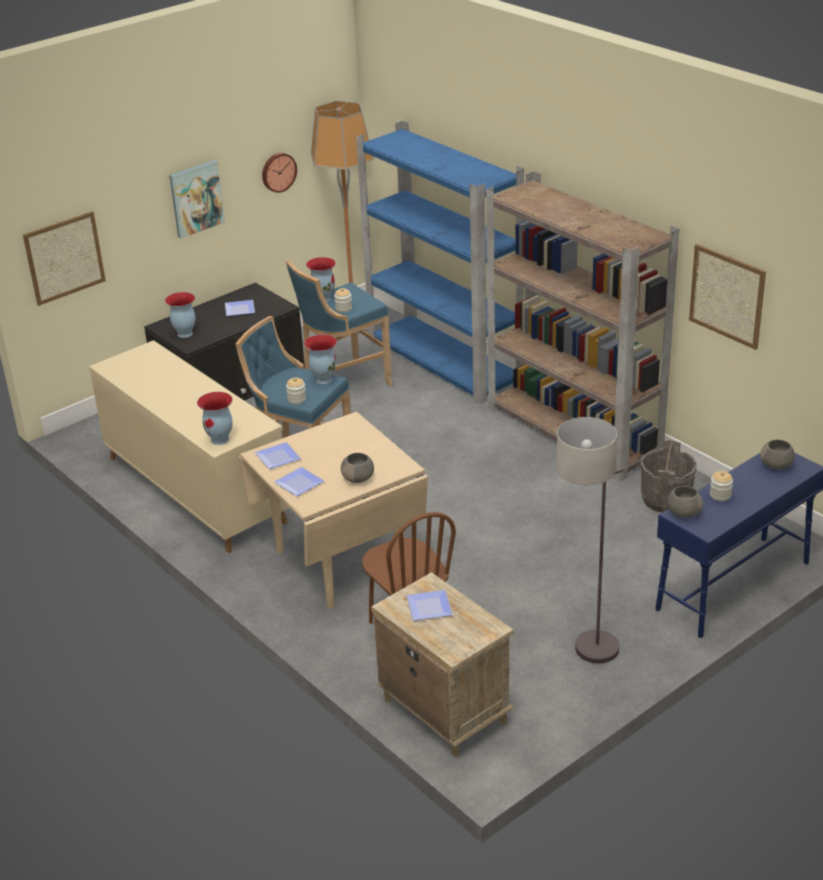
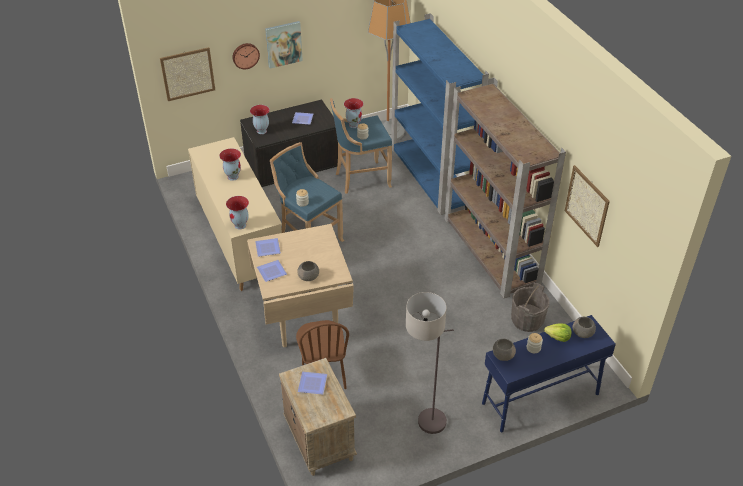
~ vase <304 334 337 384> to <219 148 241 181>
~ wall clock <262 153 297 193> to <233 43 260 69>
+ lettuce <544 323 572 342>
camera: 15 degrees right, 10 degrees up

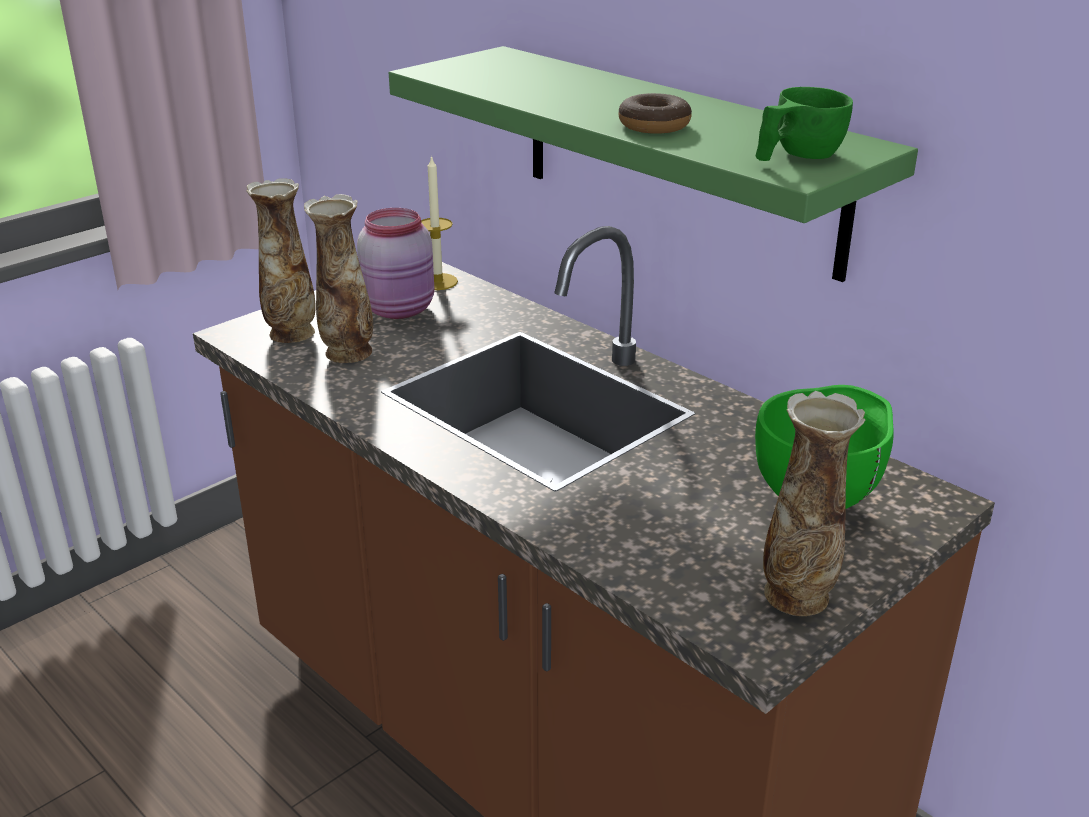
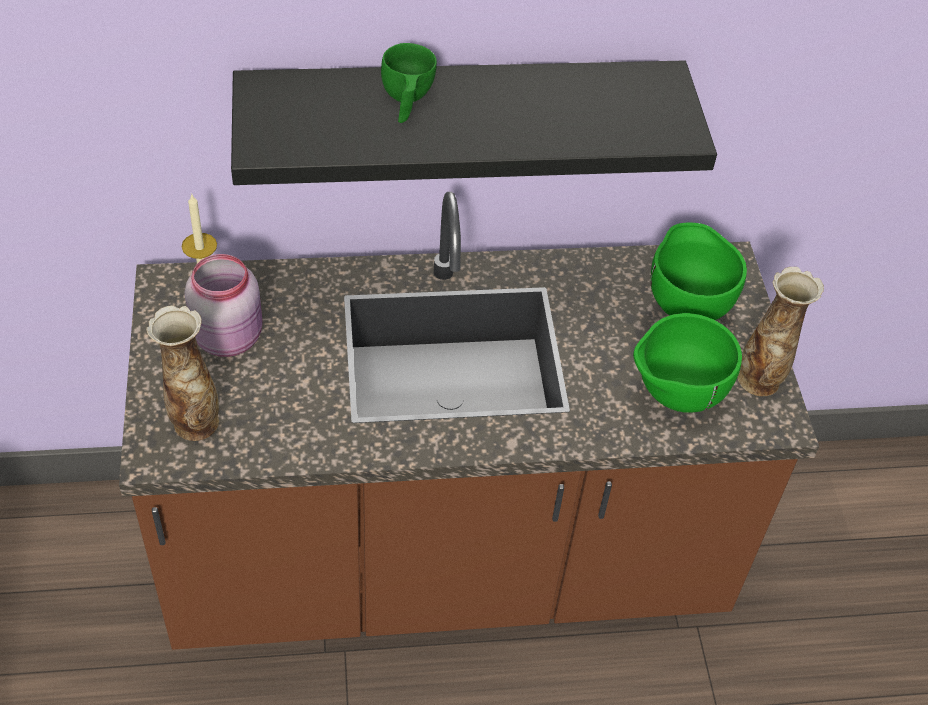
~ green shelf <389 46 918 282> to black shelf <231 60 717 185>
~ green cup <755 87 853 161> to <381 43 437 123>
+ green bowl <633 313 742 413>
- vase <304 194 373 363>
- donut <619 93 692 134>
camera: 55 degrees left, 20 degrees up

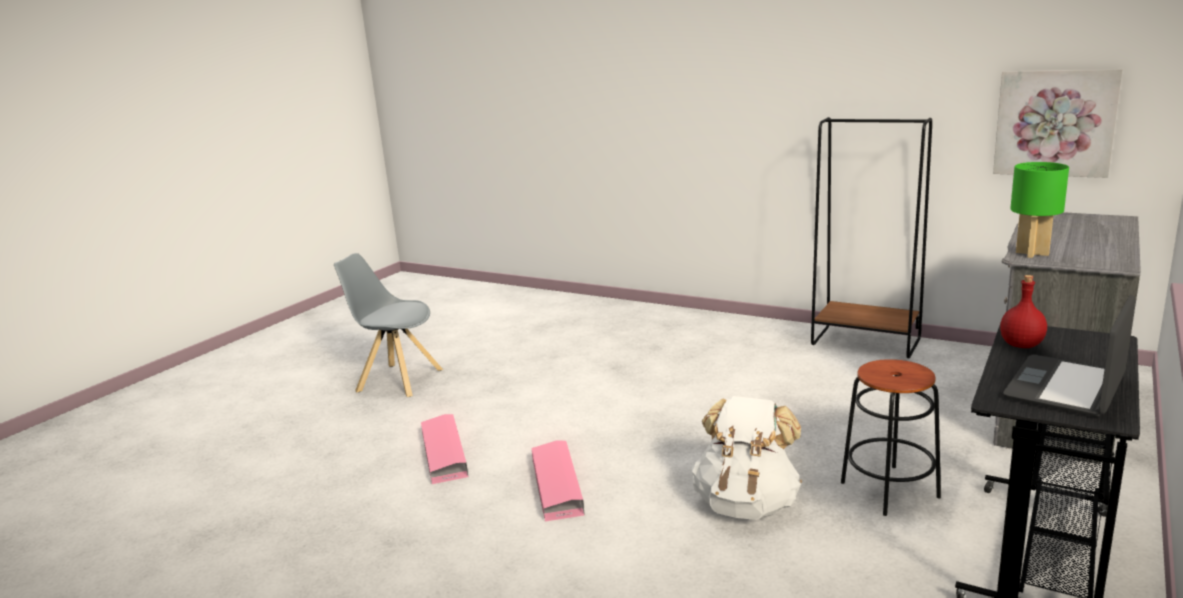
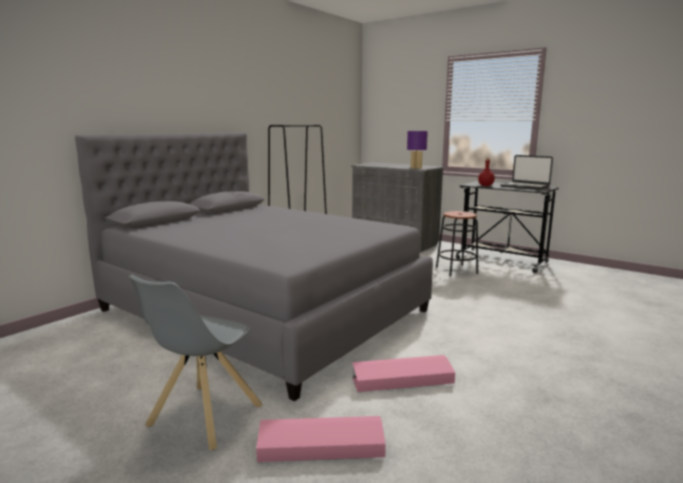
+ grey bed <75 132 433 401>
~ pink storage box <531 441 585 521> to <256 416 386 463>
~ green table lamp <1010 162 1069 258> to purple table lamp <407 131 428 169>
- white backpack <692 396 802 520>
- picture <993 69 1123 178>
camera: 85 degrees left, 5 degrees down

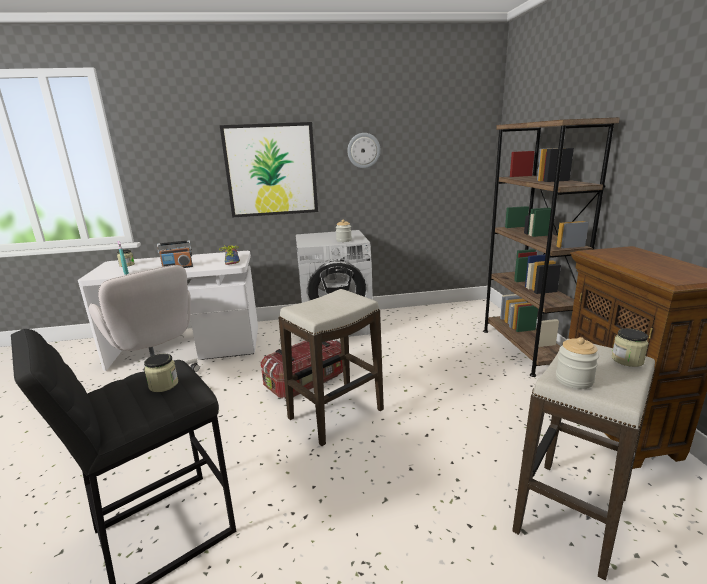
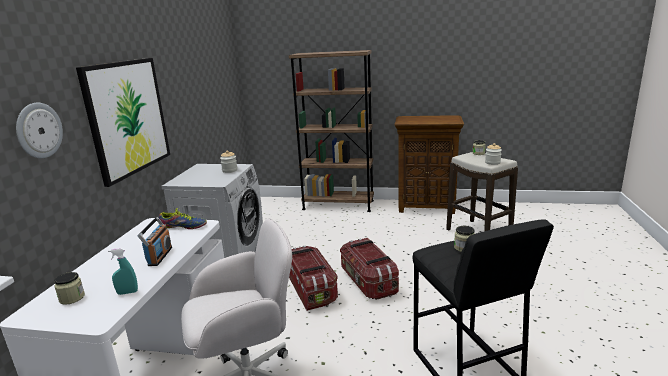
~ wall clock <347 133 381 168> to <16 103 63 158>
~ stool <278 289 384 446> to storage box <340 238 399 300>
camera: 70 degrees left, 0 degrees up

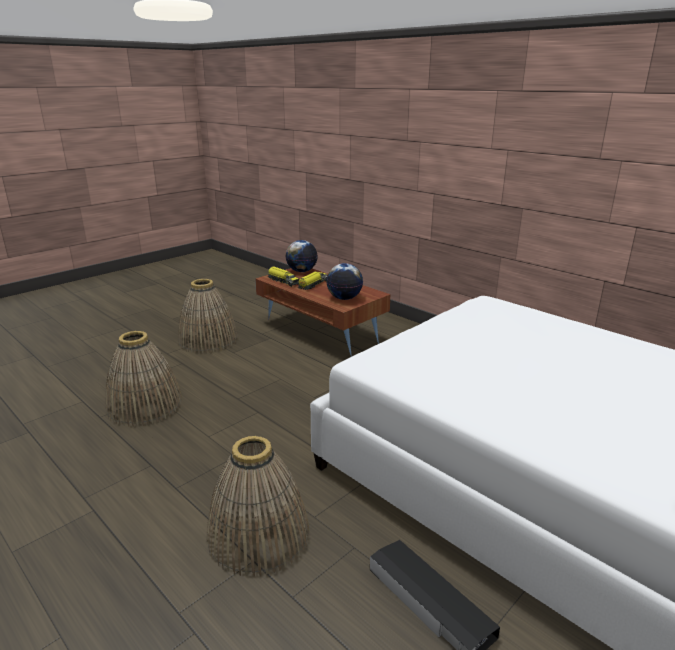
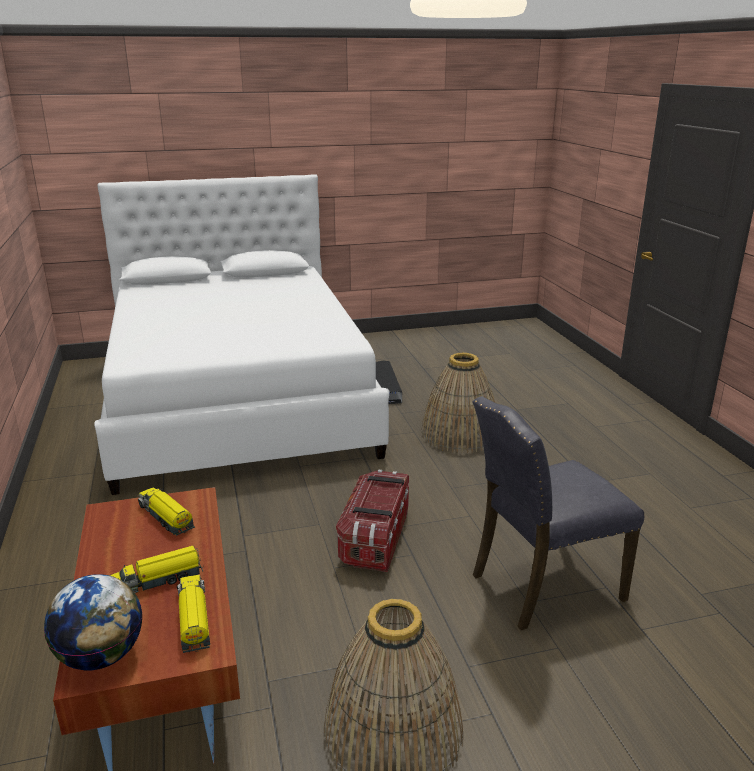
~ globe <327 263 363 300> to toy truck <138 487 195 536>
+ storage box <336 470 409 572>
~ basket <105 331 182 427> to grey chair <472 396 644 630>
camera: 150 degrees left, 0 degrees up

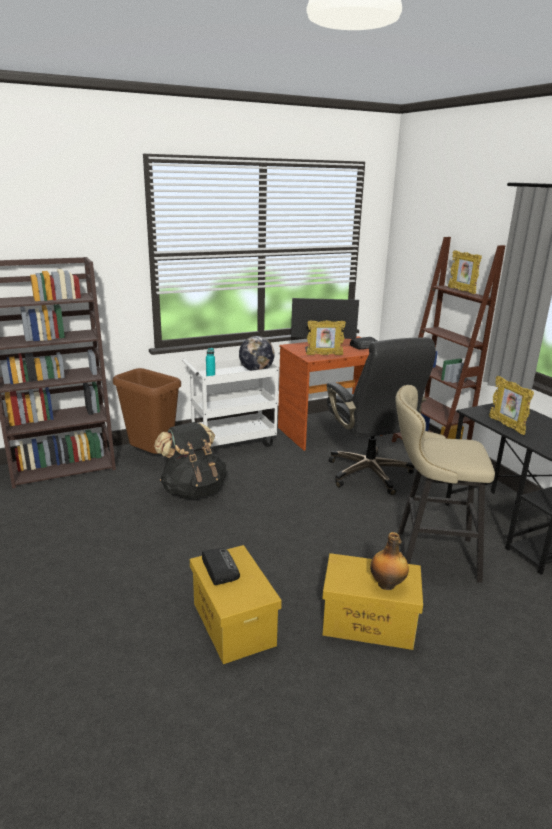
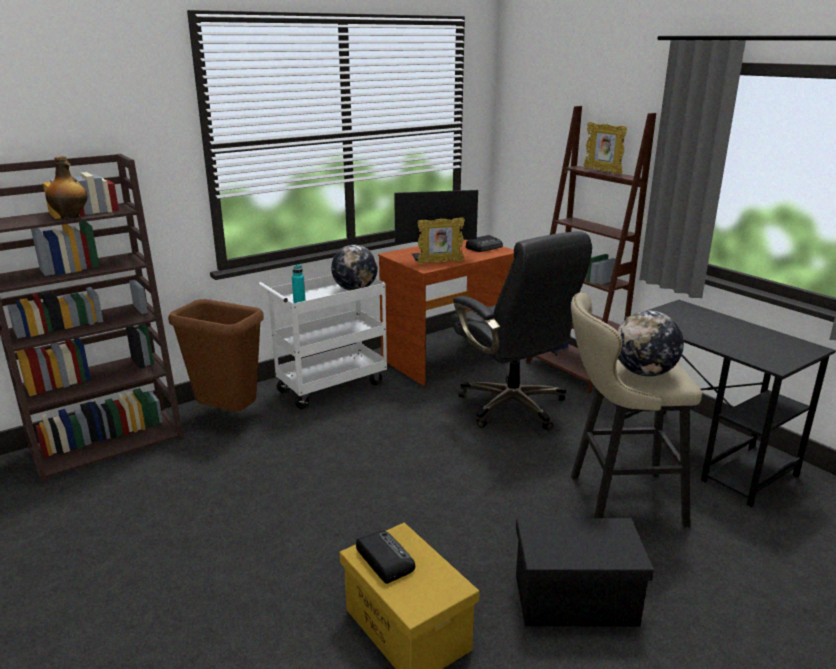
~ bottle <370 532 409 590> to <46 156 87 219>
~ yellow storage box <323 553 423 650> to black storage box <516 518 654 627>
+ globe <617 311 684 377>
- black backpack <154 422 227 499>
- picture frame <489 376 534 435>
camera: 10 degrees left, 0 degrees up

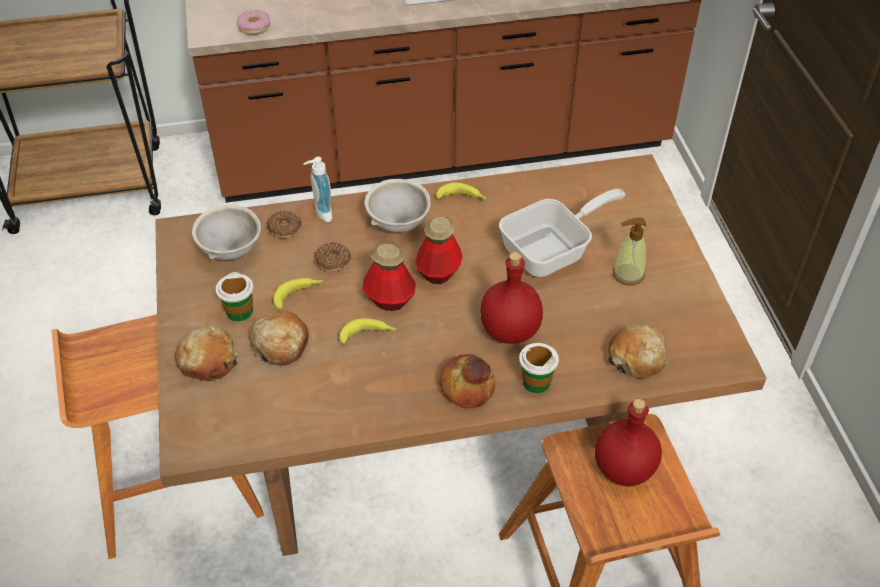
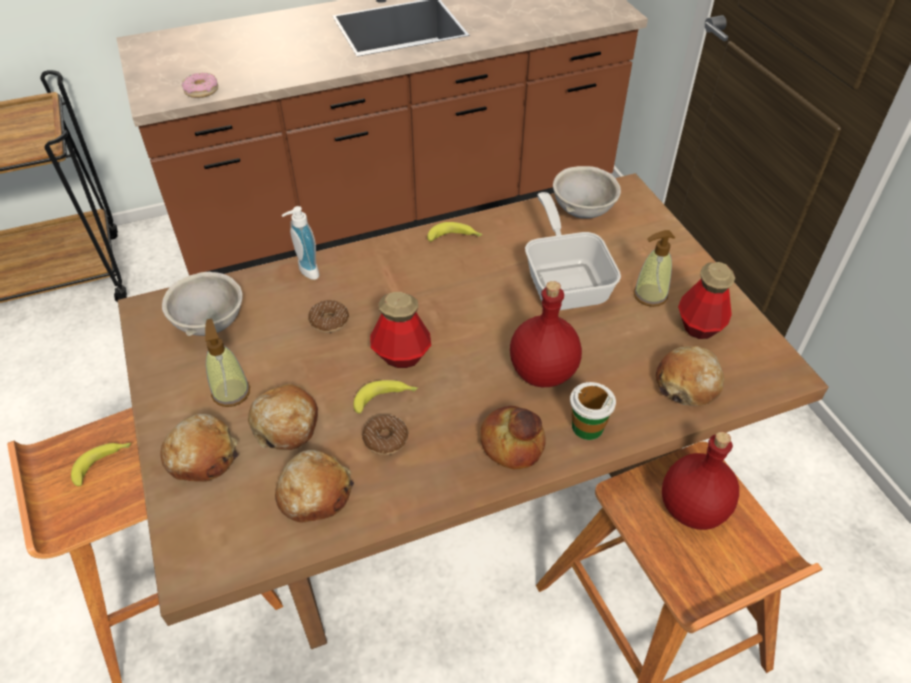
~ banana <273 278 324 310> to <71 443 131 486>
~ cup <216 272 253 321> to soap dispenser <205 318 250 407>
+ bread <275 450 354 523>
~ donut <267 211 302 238> to <362 415 408 455>
~ frying pan <499 189 626 277> = <525 192 621 311> 60 degrees counterclockwise
~ grey bowl <365 179 431 233> to <553 166 621 219>
~ bottle <415 217 462 284> to <678 262 735 339>
camera: 10 degrees left, 0 degrees up

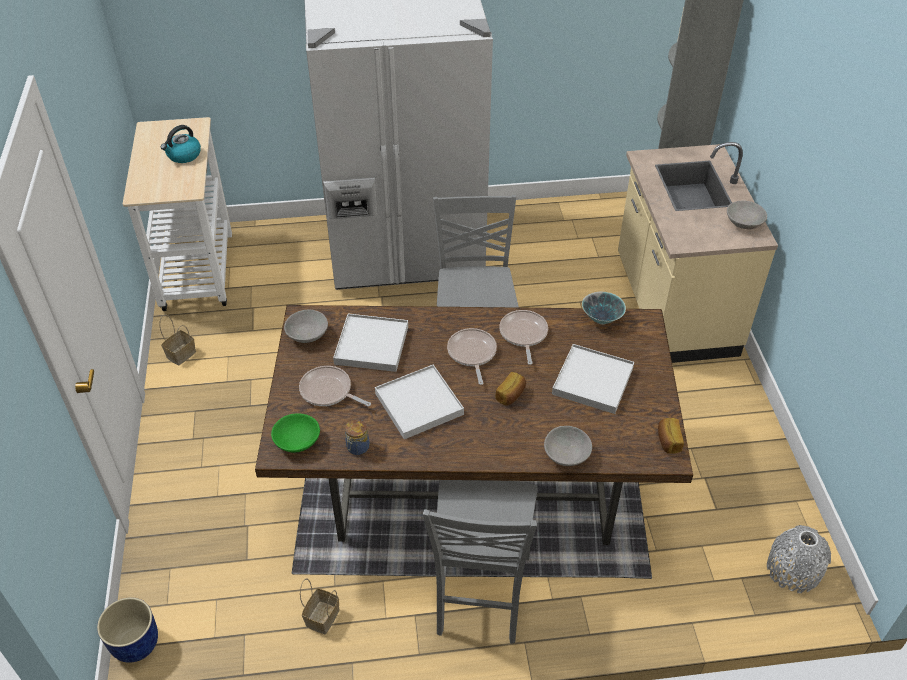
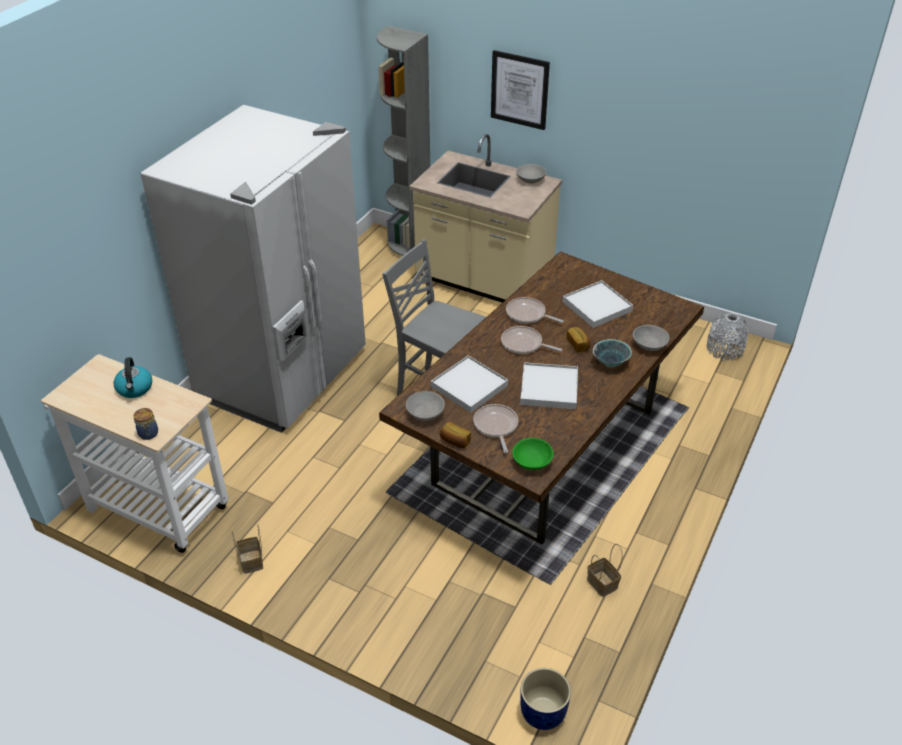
~ jar <345 419 370 455> to <133 408 158 440>
~ bread <658 418 684 453> to <440 422 471 448>
~ frying pan <299 366 371 407> = <473 404 518 453> 105 degrees clockwise
+ picture <491 50 550 130>
~ bowl <582 291 626 325> to <593 339 632 368>
- grey chair <423 480 538 644>
camera: 55 degrees left, 5 degrees down

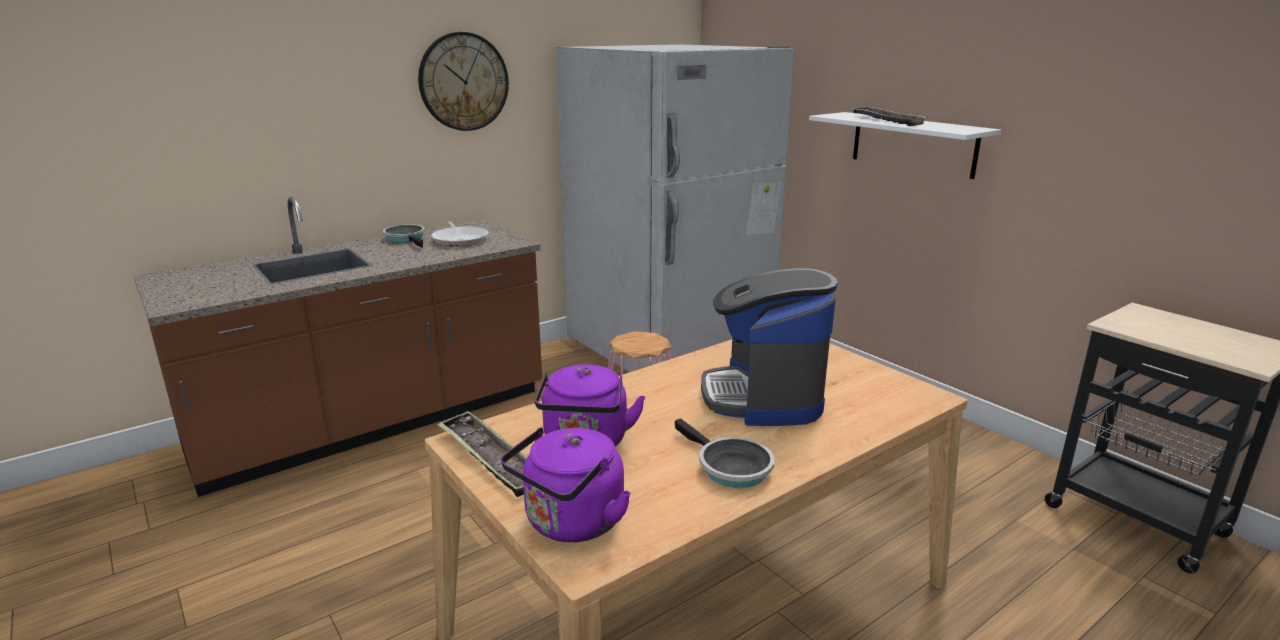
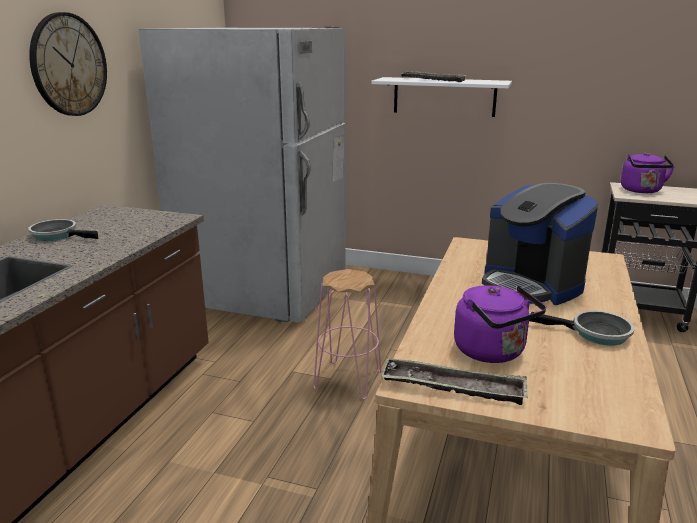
~ purple kettle <501 427 631 542> to <621 152 675 193>
- frying pan <431 221 489 246>
camera: 35 degrees left, 0 degrees up

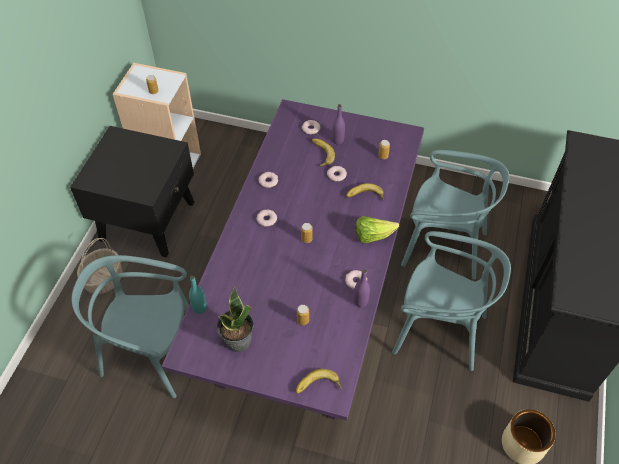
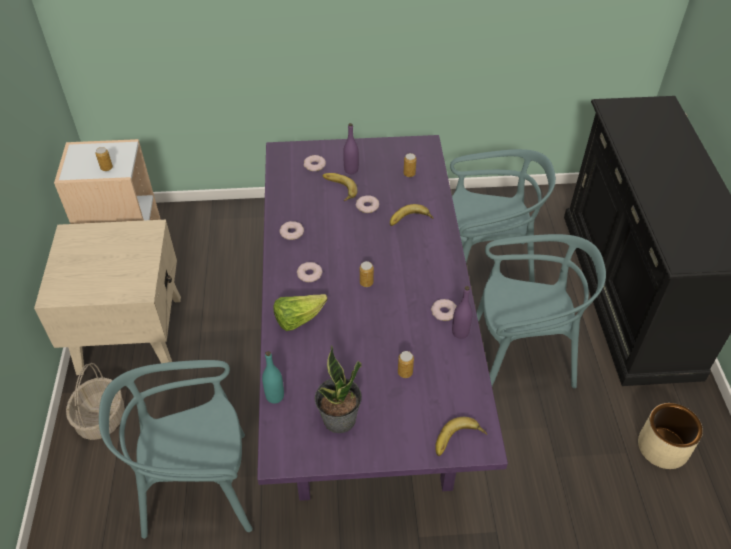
~ black nightstand <70 126 194 258> to beige nightstand <34 220 181 375>
~ lettuce <356 216 399 243> to <273 294 328 331>
camera: 20 degrees left, 5 degrees down

